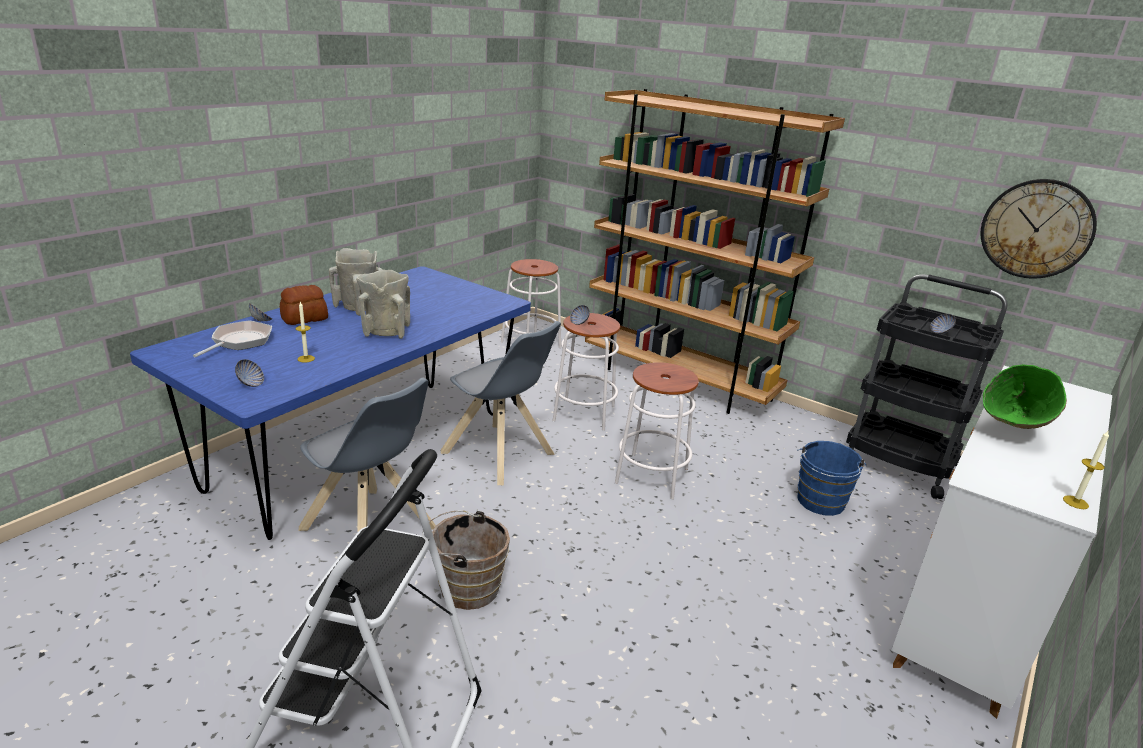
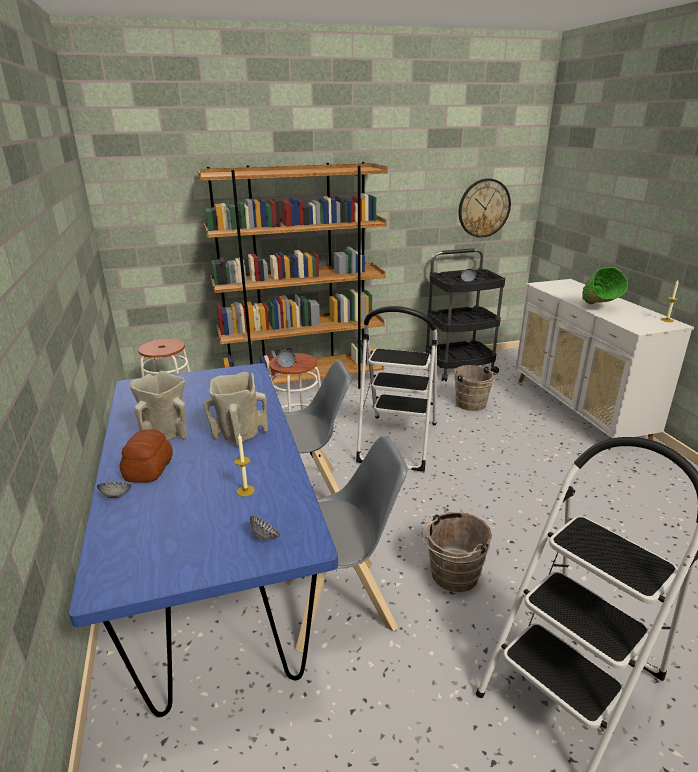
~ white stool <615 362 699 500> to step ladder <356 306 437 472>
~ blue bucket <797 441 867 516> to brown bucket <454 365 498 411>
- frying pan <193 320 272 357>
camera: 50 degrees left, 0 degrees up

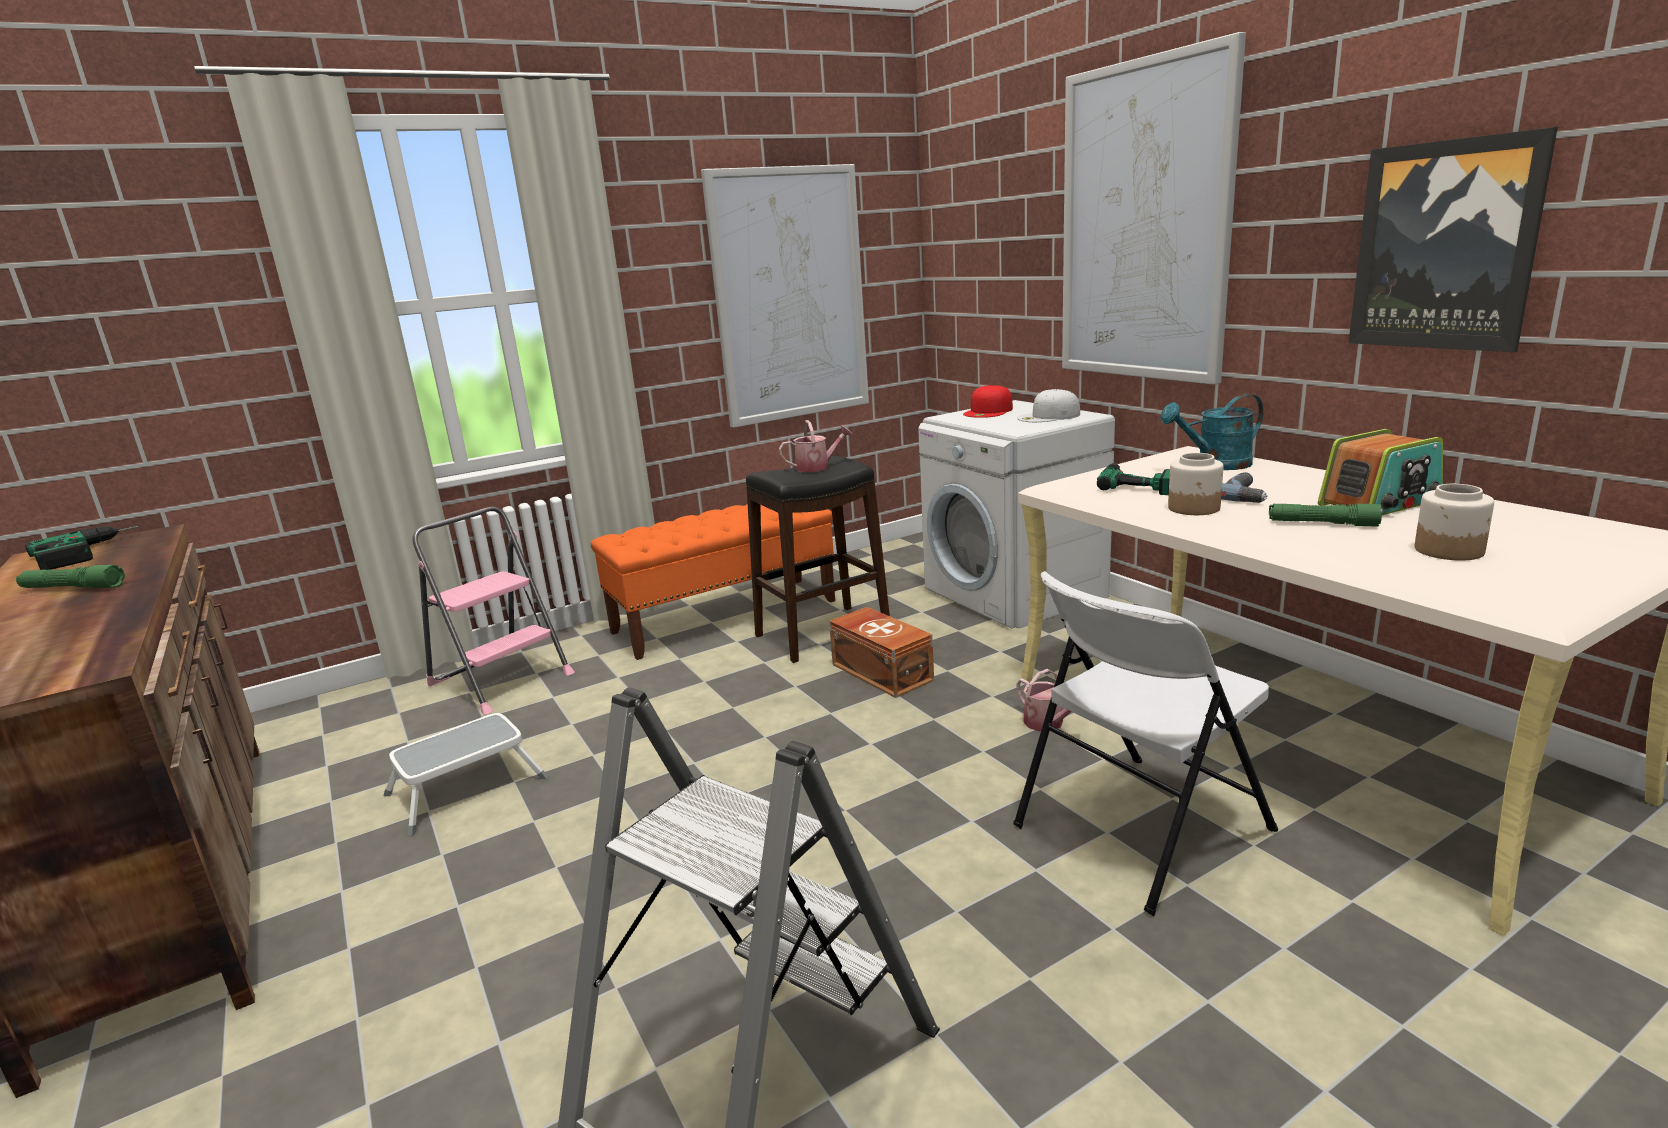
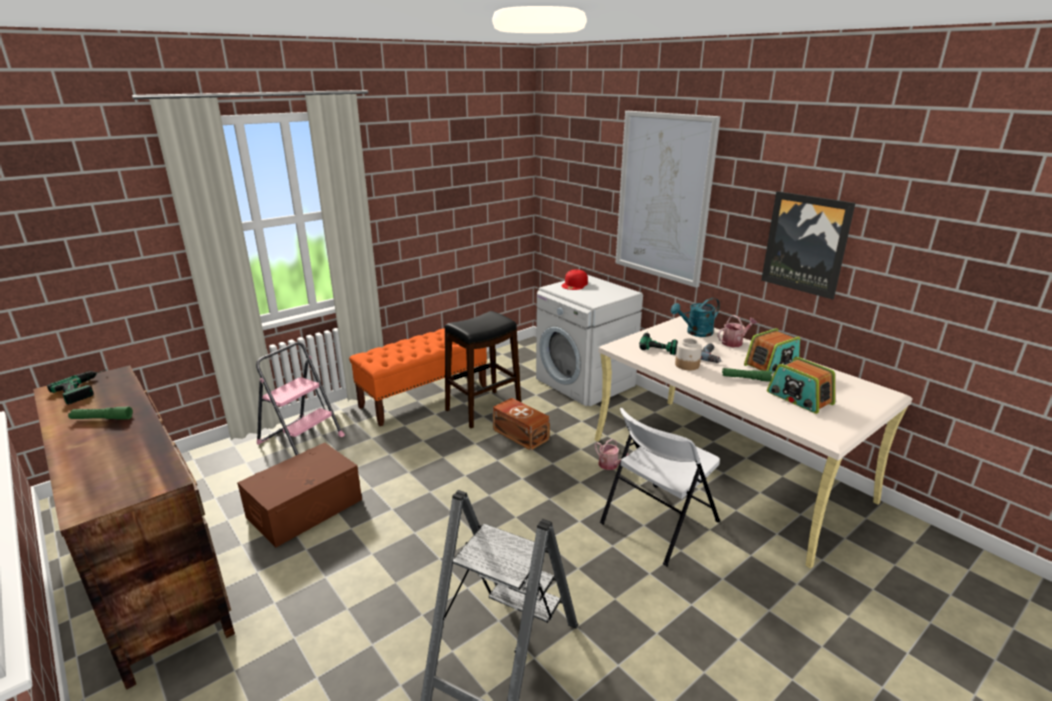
~ grey step ladder <384 713 548 835> to brown storage box <237 443 362 547>
~ watering can <779 420 853 472> to <718 315 757 347>
~ jar <1415 484 1494 561> to radio <767 357 835 414>
- picture <701 164 869 428>
- white cap <1017 389 1080 422>
camera: 10 degrees left, 5 degrees up

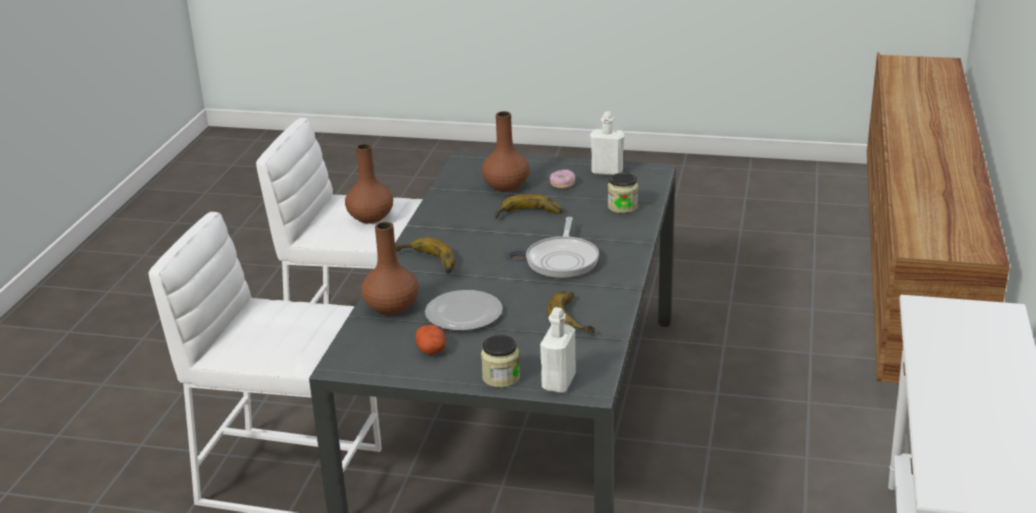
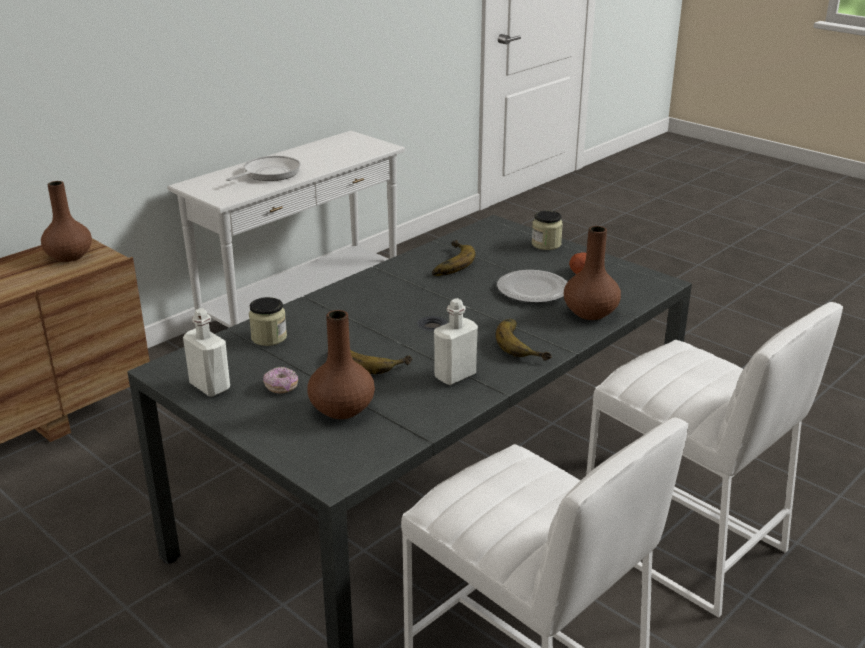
~ brown vase <345 144 393 224> to <41 181 92 262>
~ frying pan <526 217 599 278> to <226 156 301 181>
~ white bottle <540 307 576 393> to <434 298 478 385>
camera: 150 degrees left, 0 degrees up

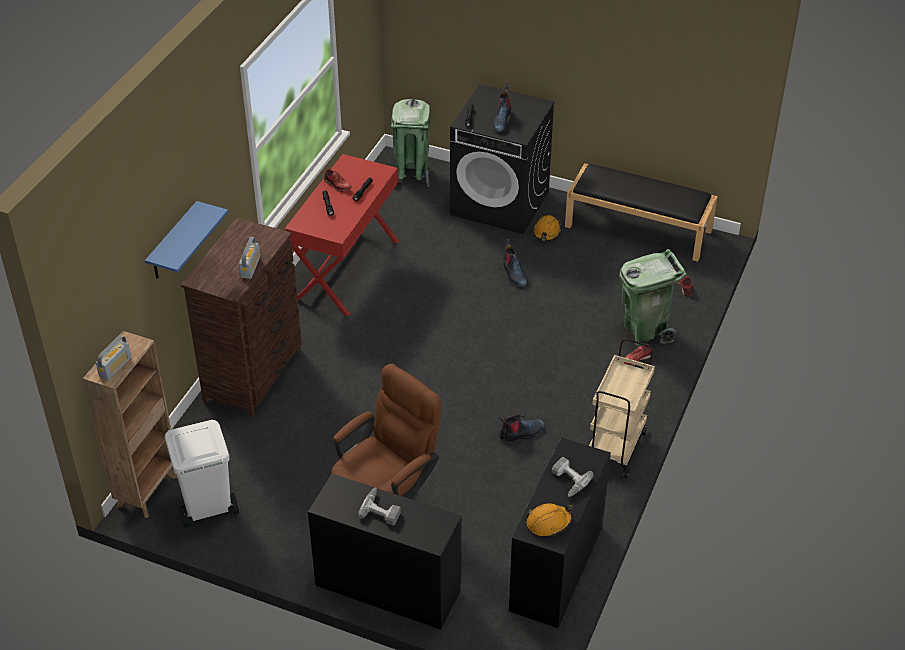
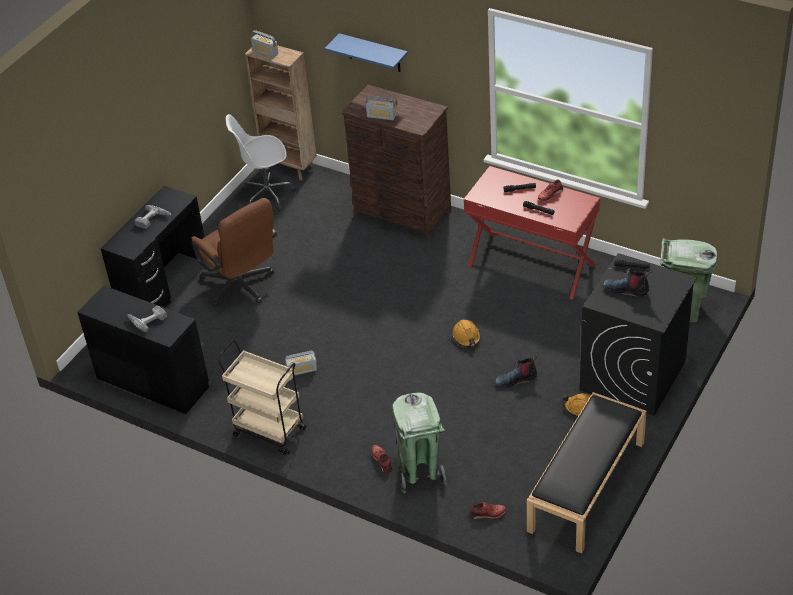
~ white trash can <165 420 239 528> to white office chair <226 114 296 211>
~ boot <498 414 544 441> to radio <285 351 317 375>
~ orange hard hat <527 504 573 536> to <452 320 481 347>
camera: 100 degrees right, 0 degrees up

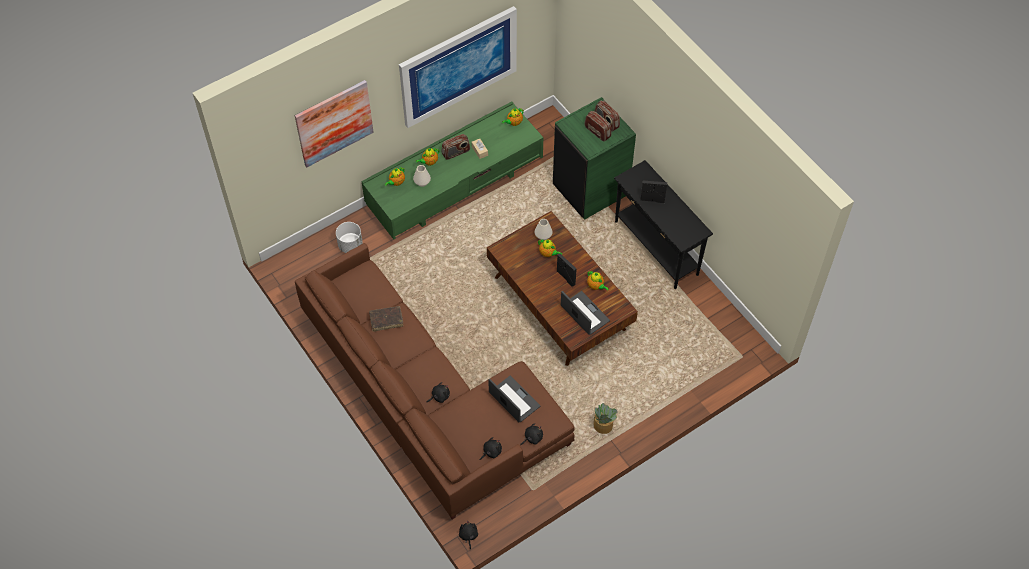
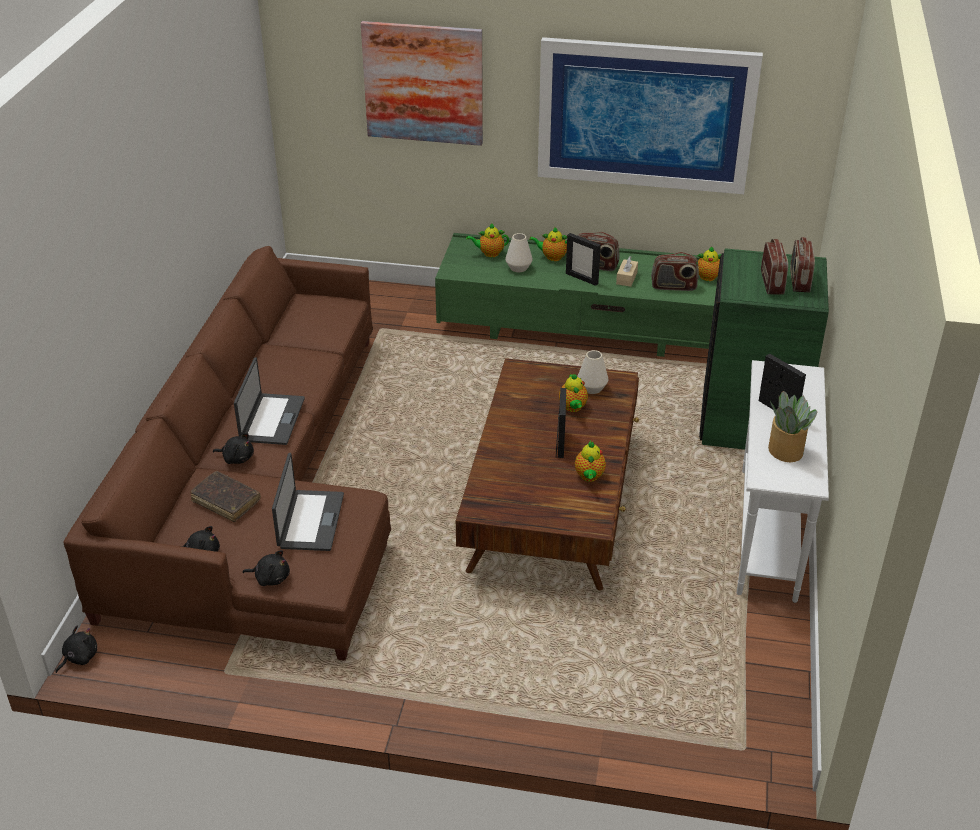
~ brown book <369 306 404 332> to <190 471 261 522>
~ laptop <561 291 610 335> to <234 358 305 445>
+ picture frame <566 233 601 286>
+ radio <651 252 699 291>
~ black console table <614 160 713 289> to white console table <737 360 829 603>
~ potted plant <593 403 618 434> to <768 391 817 462>
- white planter <336 222 363 253>
camera: 45 degrees right, 20 degrees down

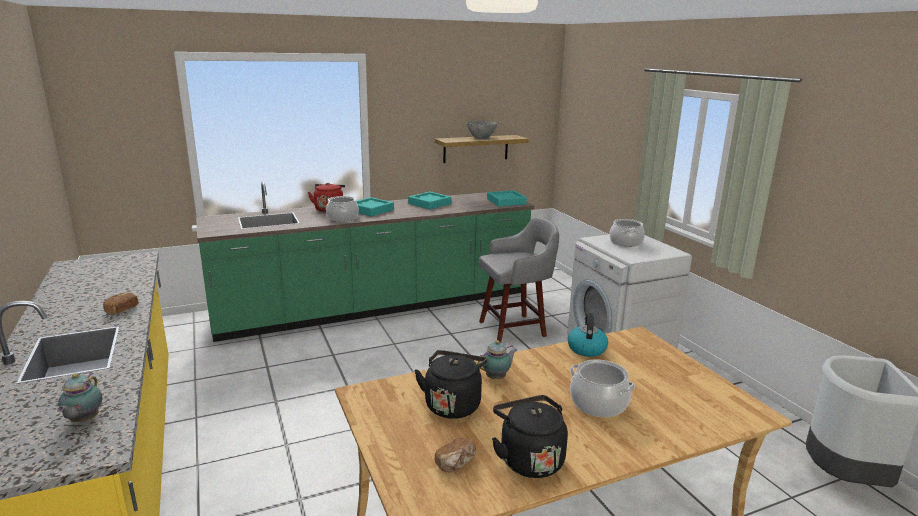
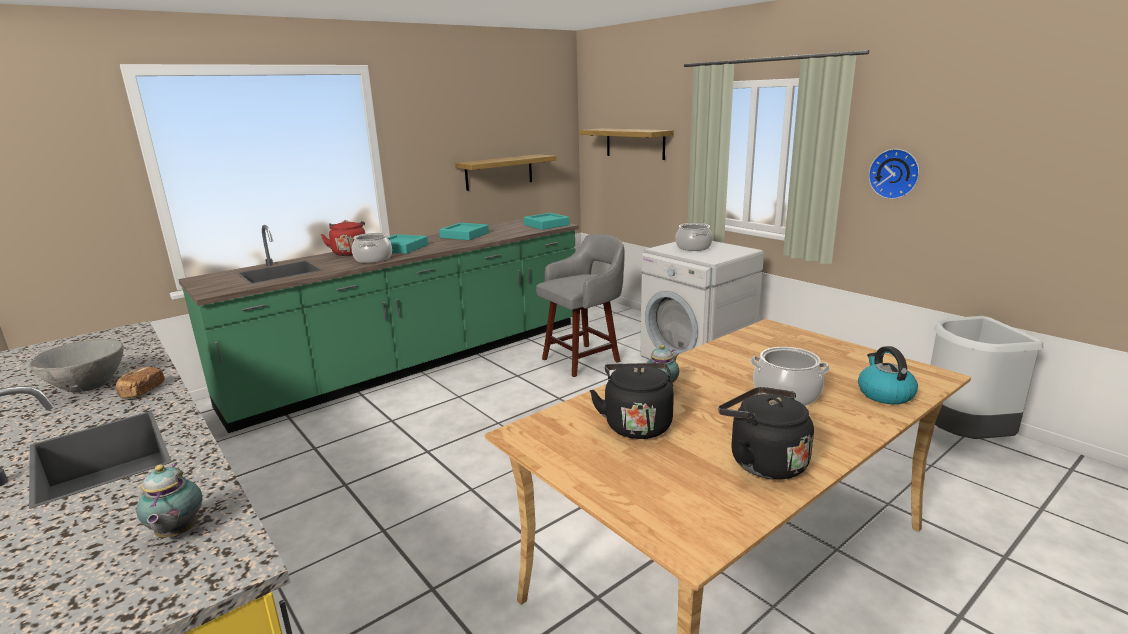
~ grey bowl <466 121 497 139> to <29 339 124 392>
+ shelf <579 128 674 160>
~ kettle <568 313 608 357> to <858 346 918 404>
+ wall clock <868 149 920 199>
- bread <435 437 476 472>
camera: 15 degrees left, 0 degrees up

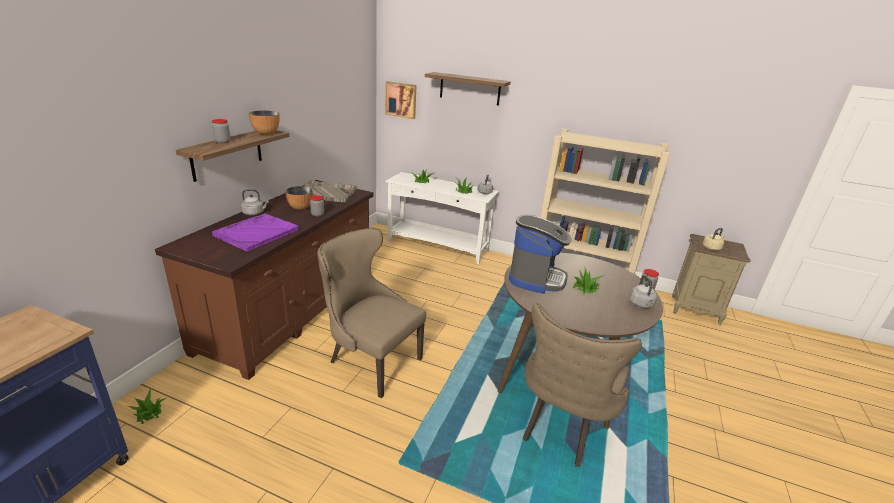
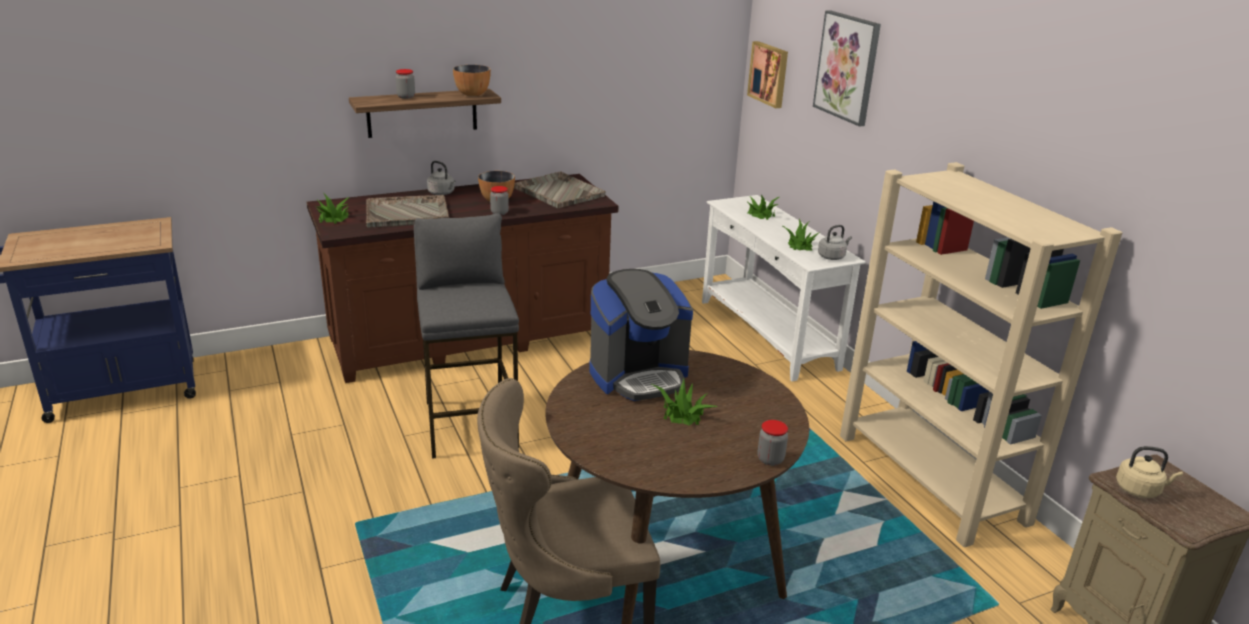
~ potted plant <128 388 166 424> to <316 194 349 224>
~ purple tray <212 213 299 251> to grey tray <366 195 449 228>
~ beige chair <318 228 426 398> to grey stool <414 213 519 459>
~ shelf <425 72 511 105> to picture <813 10 881 127>
- grey kettle <629 275 657 308>
camera: 45 degrees right, 0 degrees up

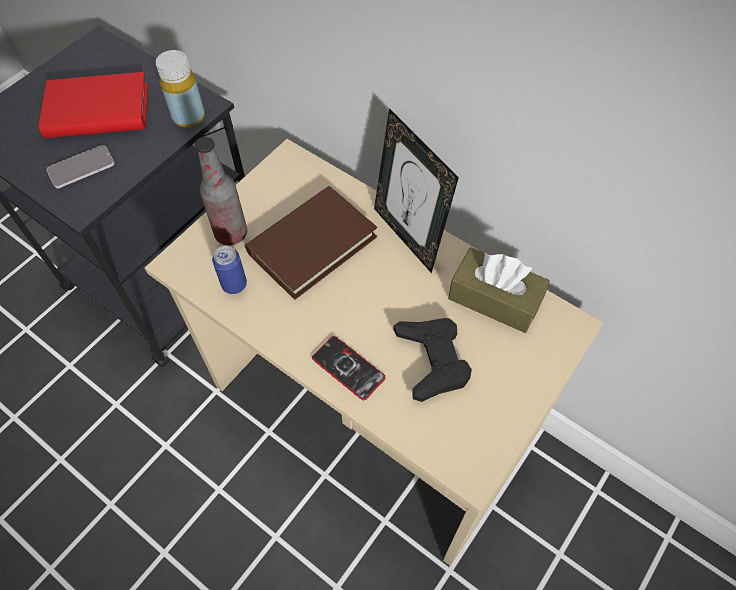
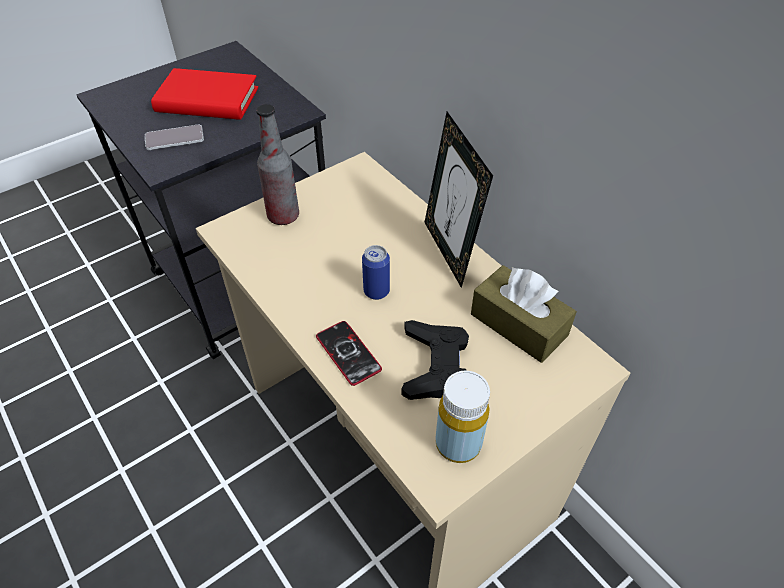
~ can <212 246 247 294> to <362 245 390 300>
~ yellow bottle <156 50 205 128> to <435 371 490 463>
- brown book <245 186 377 300>
camera: 15 degrees right, 10 degrees down

